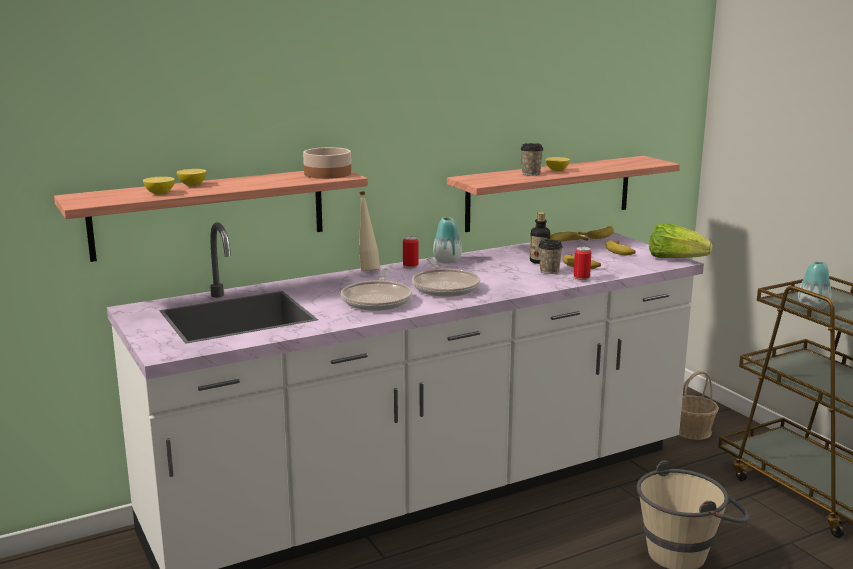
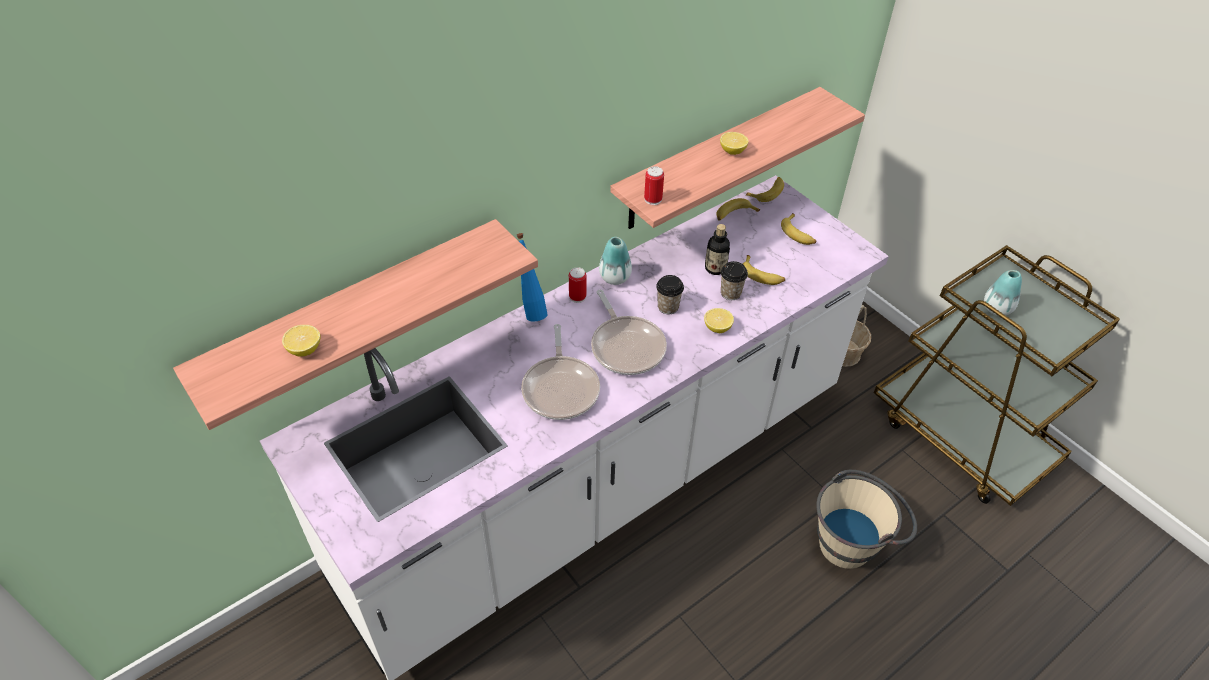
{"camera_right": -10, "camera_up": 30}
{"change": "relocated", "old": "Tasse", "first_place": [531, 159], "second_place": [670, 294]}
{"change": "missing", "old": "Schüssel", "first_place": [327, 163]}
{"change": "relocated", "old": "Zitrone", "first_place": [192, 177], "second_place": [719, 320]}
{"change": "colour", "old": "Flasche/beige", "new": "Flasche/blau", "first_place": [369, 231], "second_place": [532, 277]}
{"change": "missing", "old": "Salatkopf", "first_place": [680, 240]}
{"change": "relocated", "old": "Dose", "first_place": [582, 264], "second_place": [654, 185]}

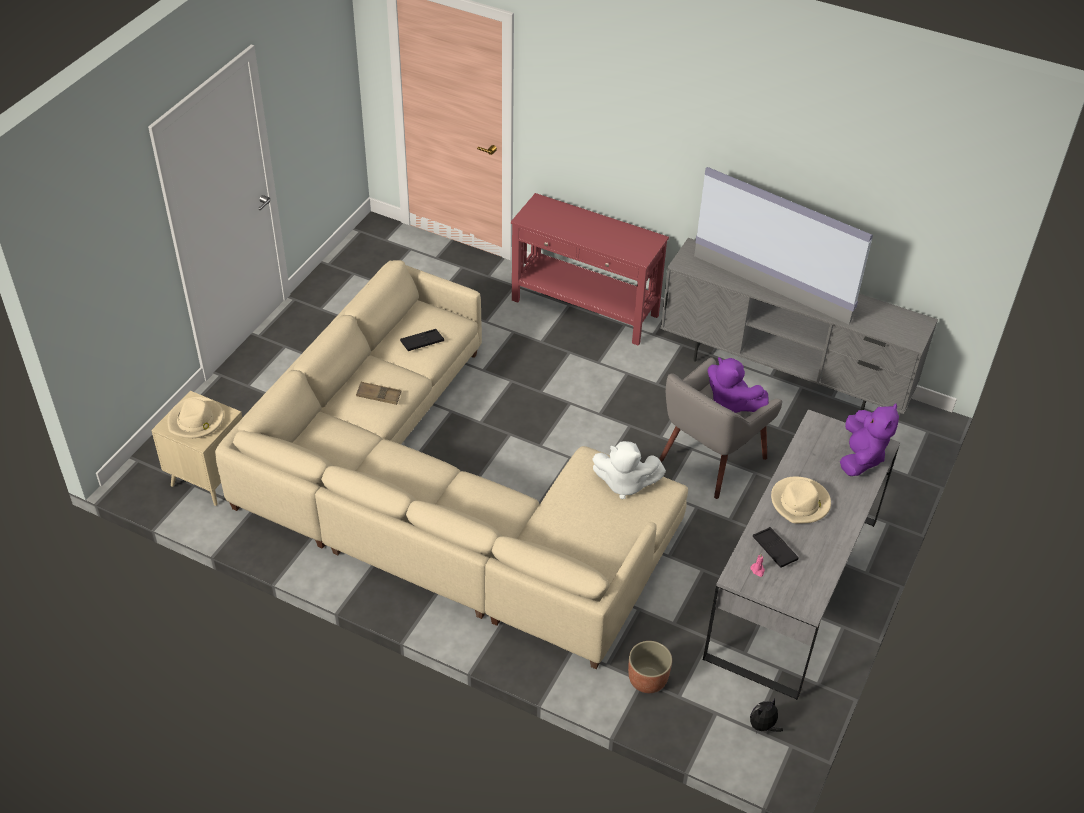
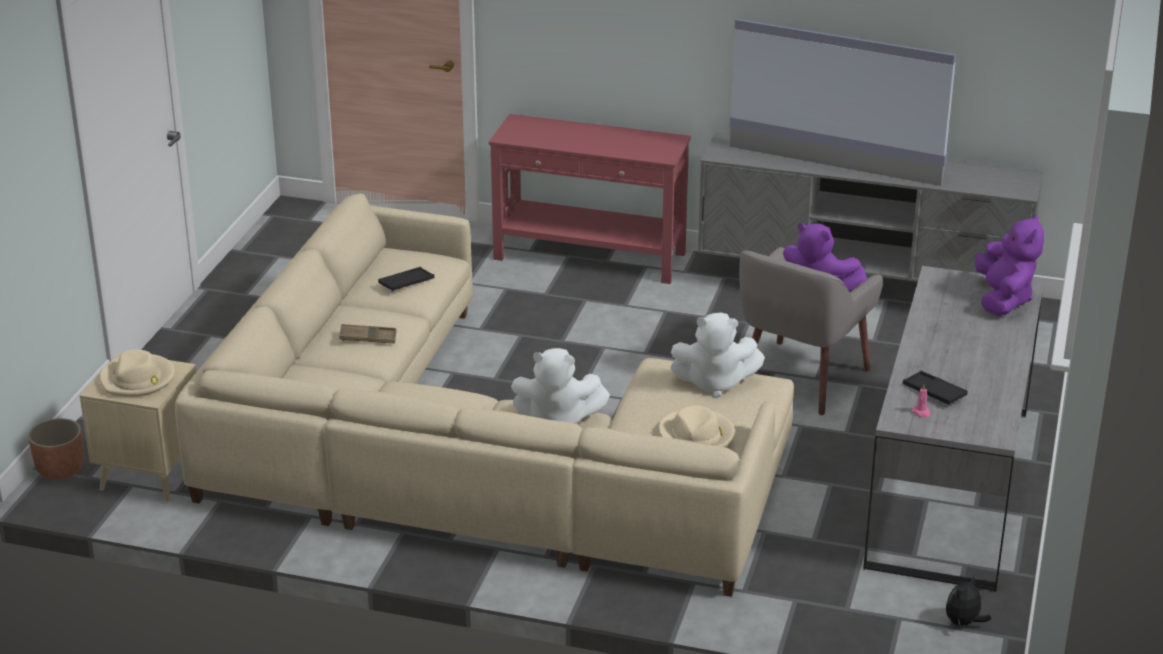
{"camera_right": -10, "camera_up": -15}
{"change": "relocated", "old": "Hut/beige", "first_place": [801, 500], "second_place": [697, 426]}
{"change": "relocated", "old": "Pflanzkübel", "first_place": [650, 667], "second_place": [56, 449]}
{"change": "appeared", "new": "Plüschtier/weiß", "second_place": [560, 386]}

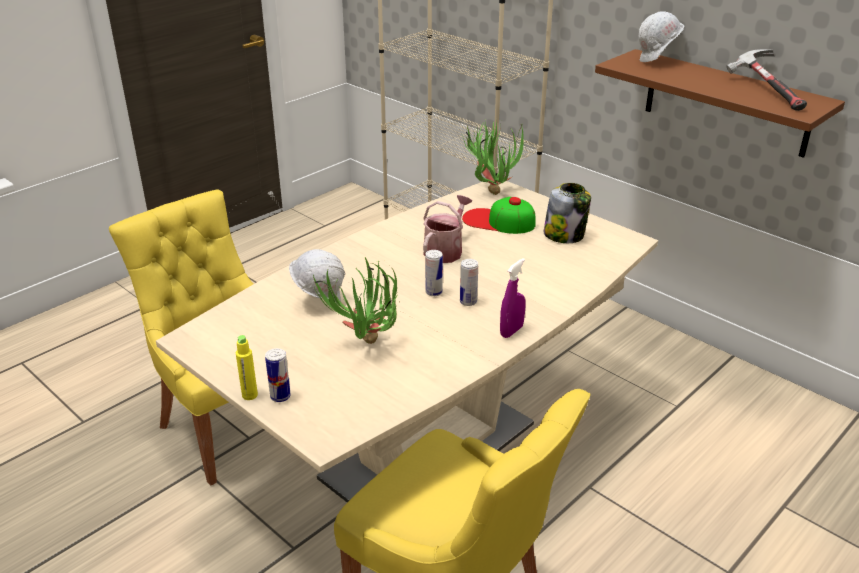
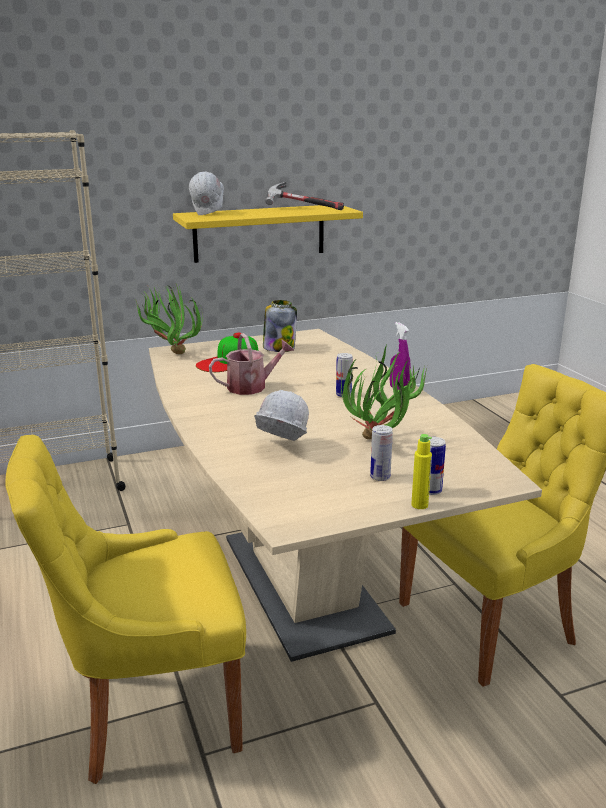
{"camera_right": -65, "camera_up": -10}
{"change": "colour", "old": "Wandregal/braun", "new": "Wandregal/gelb", "first_place": [720, 103], "second_place": [268, 234]}
{"change": "spun", "old": "Gießkanne", "first_place": [448, 229], "second_place": [251, 364], "degrees": 105}
{"change": "relocated", "old": "Dose", "first_place": [434, 273], "second_place": [381, 453]}

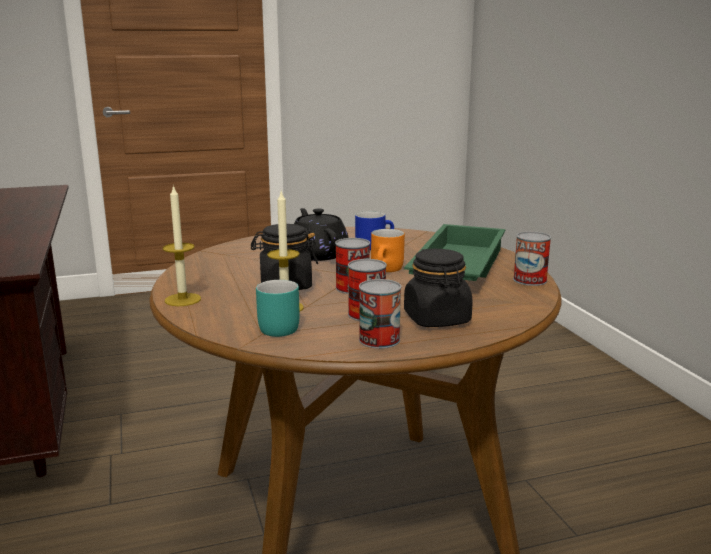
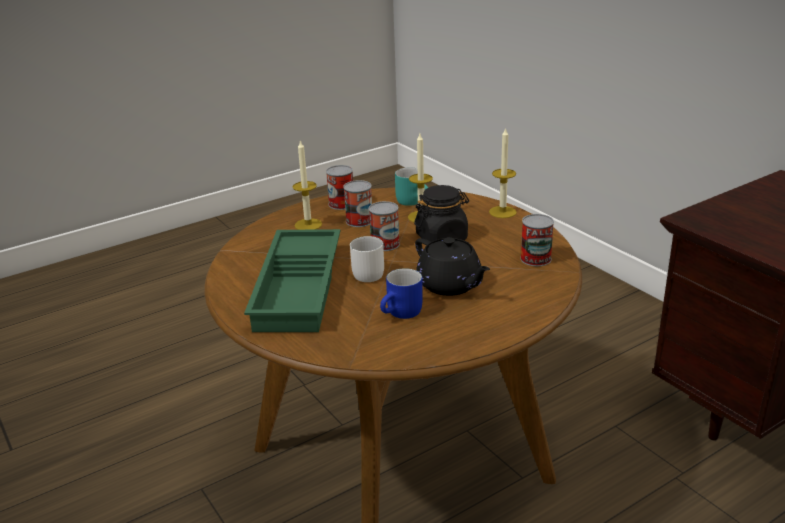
{"camera_right": 165, "camera_up": 10}
{"change": "colour", "old": "Henkelbecher/orange", "new": "Henkelbecher/weiß", "first_place": [388, 250], "second_place": [367, 259]}
{"change": "relocated", "old": "Dose", "first_place": [532, 258], "second_place": [537, 240]}
{"change": "exchanged", "old": "Vorratsglas/schwarz", "new": "Kerze", "first_place": [438, 287], "second_place": [307, 185]}

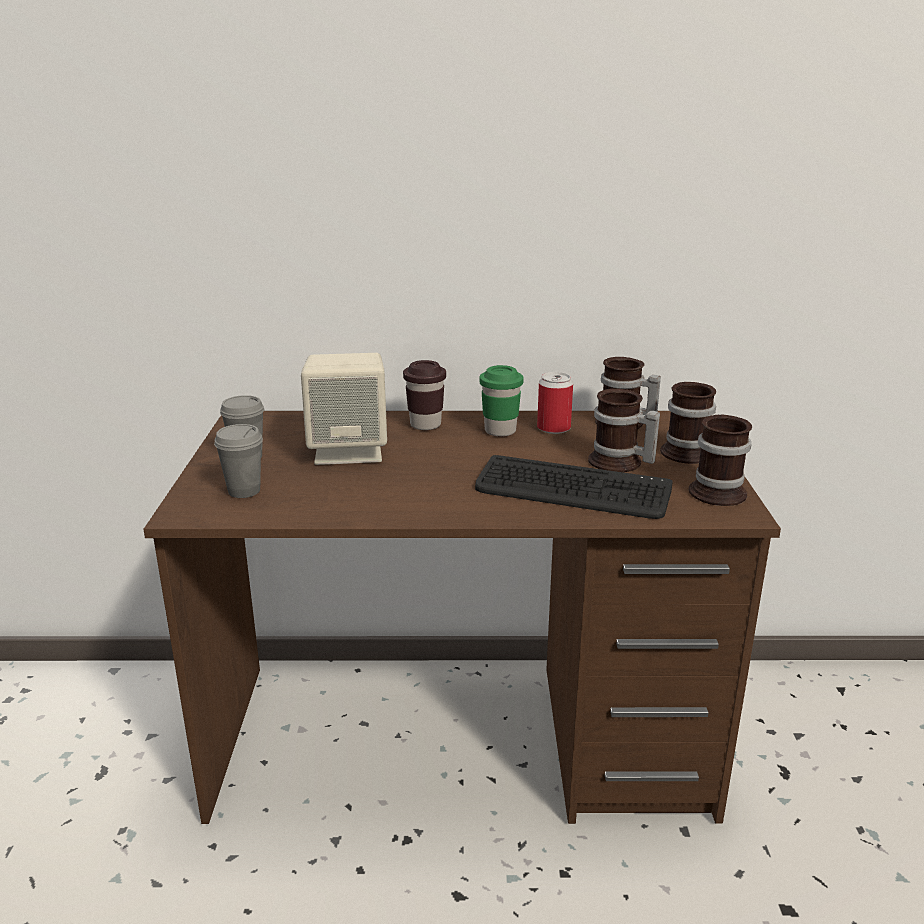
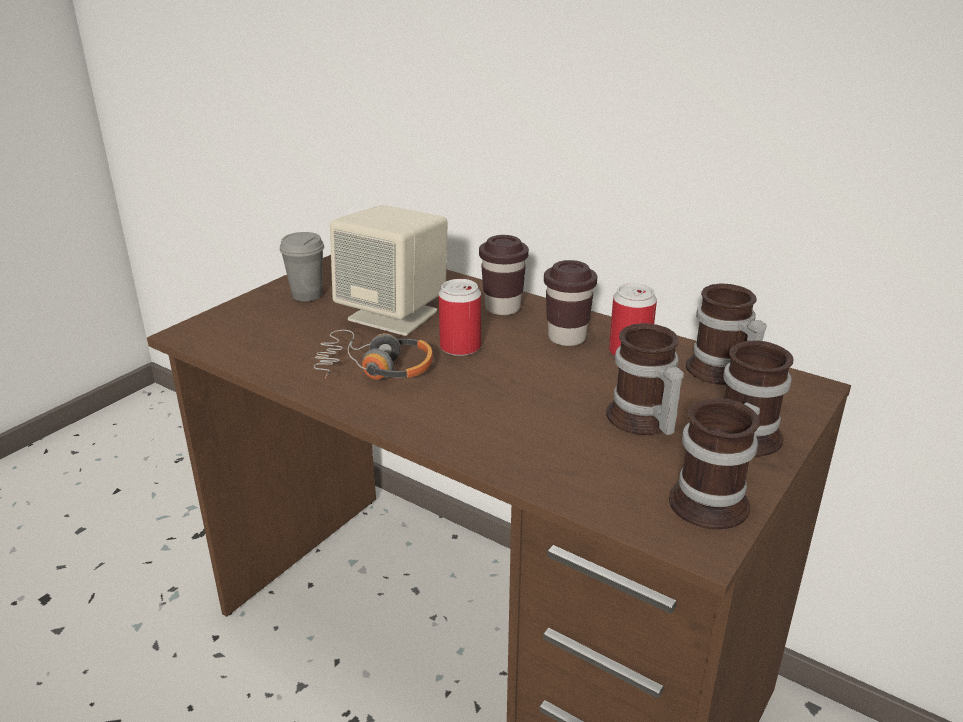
{"camera_right": 35, "camera_up": 5}
{"change": "colour", "old": "Tasse/grün", "new": "Tasse/braun", "first_place": [501, 401], "second_place": [570, 303]}
{"change": "missing", "old": "Tasse/grau", "first_place": [238, 461]}
{"change": "missing", "old": "Tastatur", "first_place": [574, 487]}
{"change": "appeared", "new": "Dose", "second_place": [459, 317]}
{"change": "appeared", "new": "Kopfhörer", "second_place": [373, 355]}

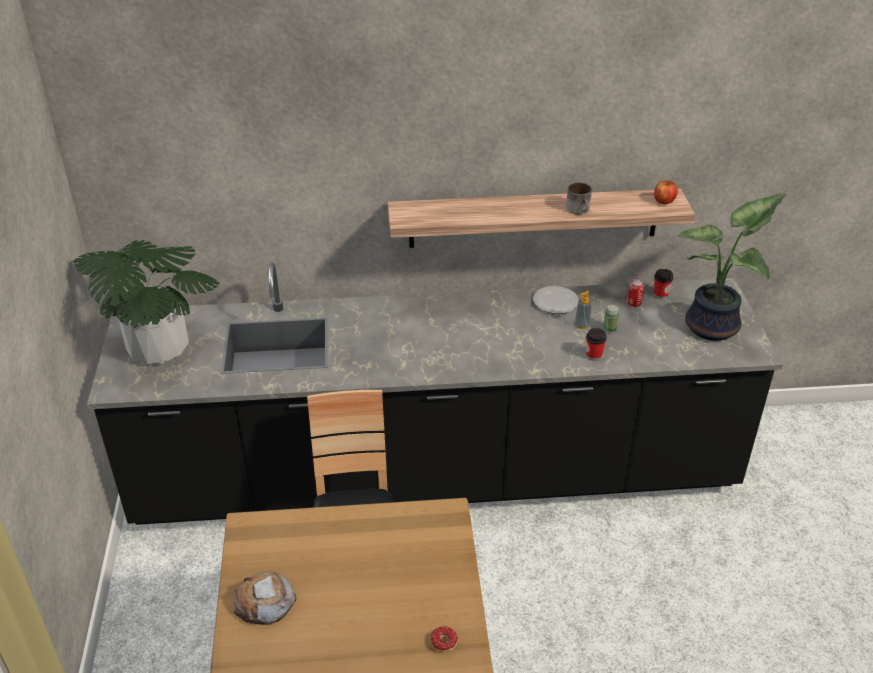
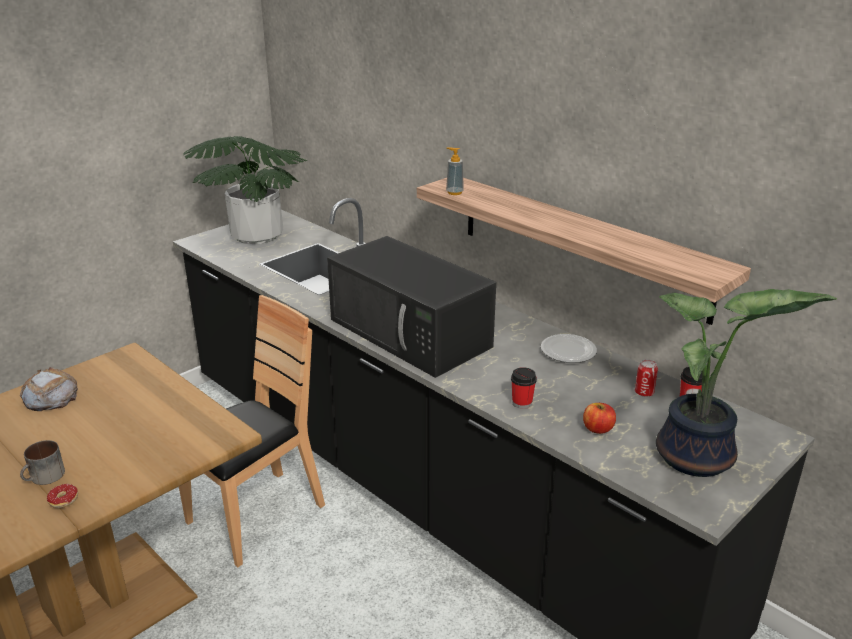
{"camera_right": 50, "camera_up": -10}
{"change": "relocated", "old": "Apfel", "first_place": [666, 192], "second_place": [599, 418]}
{"change": "relocated", "old": "Henkelbecher", "first_place": [579, 198], "second_place": [42, 462]}
{"change": "relocated", "old": "Seifenspender", "first_place": [583, 310], "second_place": [455, 171]}
{"change": "missing", "old": "Dose", "first_place": [611, 318]}
{"change": "appeared", "new": "Mikrowelle/schwarz", "second_place": [411, 307]}

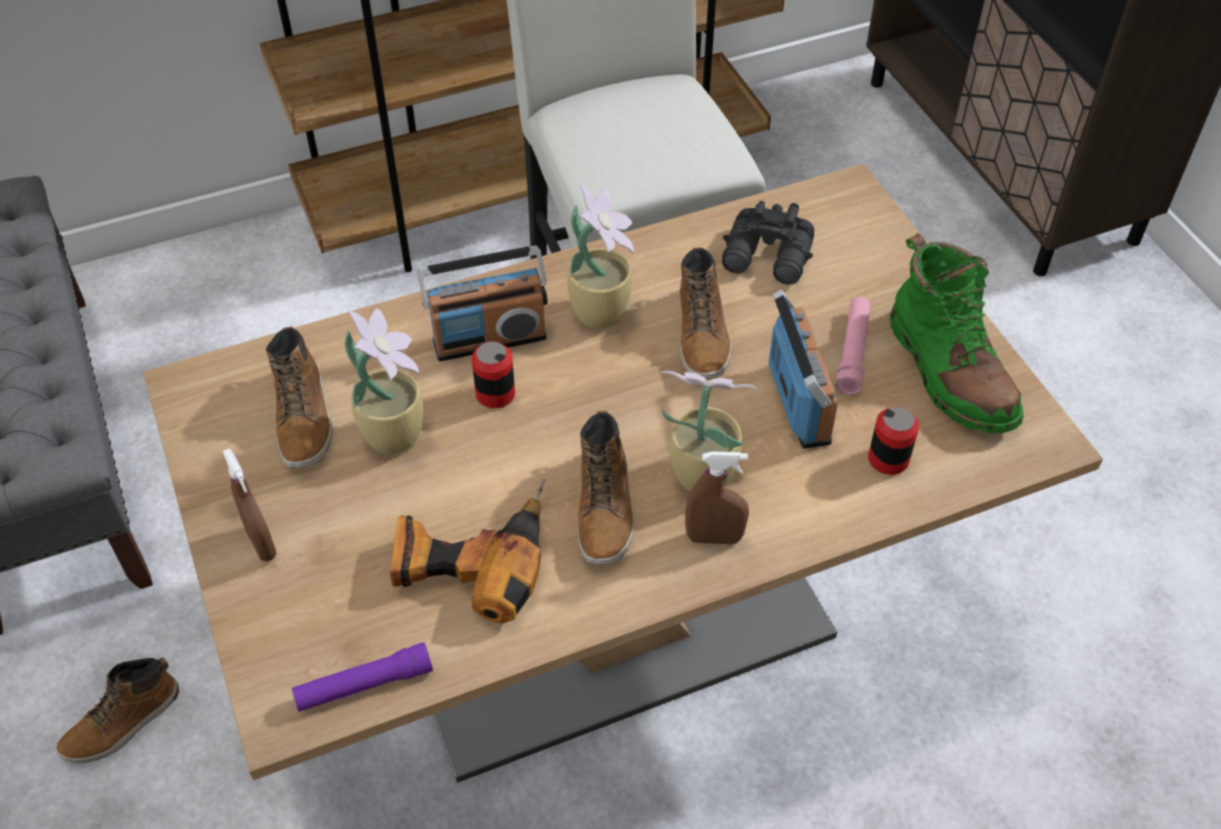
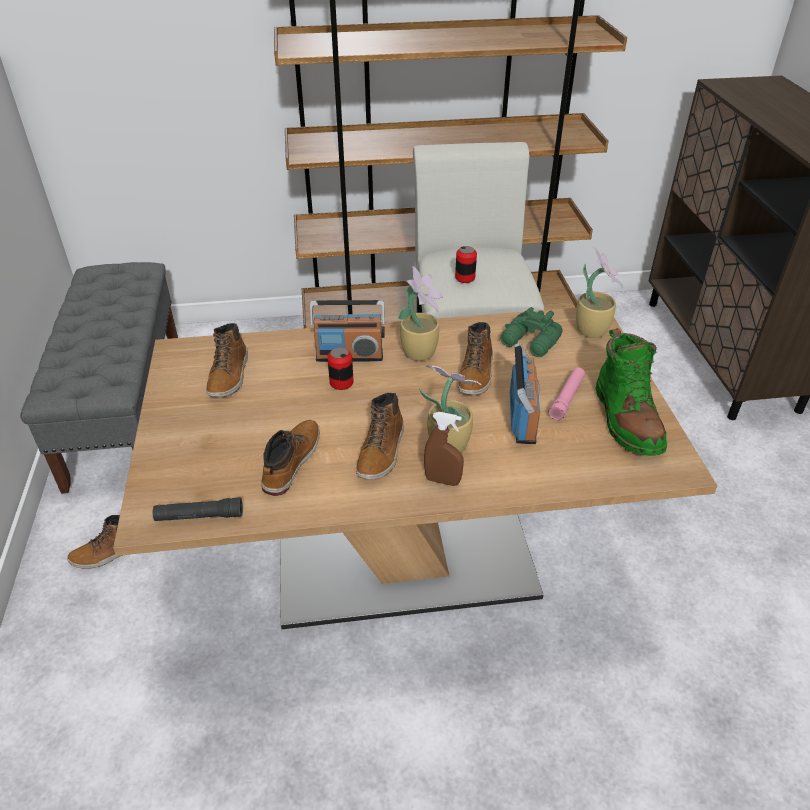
{"camera_right": 15, "camera_up": -10}
{"change": "colour", "old": "Fernglas/schwarz", "new": "Fernglas/grün", "first_place": [768, 243], "second_place": [531, 332]}
{"change": "relocated", "old": "Topfpflanze", "first_place": [383, 381], "second_place": [599, 292]}
{"change": "relocated", "old": "Dose", "first_place": [893, 441], "second_place": [466, 264]}
{"change": "missing", "old": "Sprühflasche/braun", "first_place": [250, 504]}
{"change": "exchanged", "old": "Bohrmaschine", "new": "Stiefel", "first_place": [468, 551], "second_place": [290, 458]}
{"change": "colour", "old": "Taschenlampe/lila", "new": "Taschenlampe/schwarz", "first_place": [362, 677], "second_place": [198, 509]}

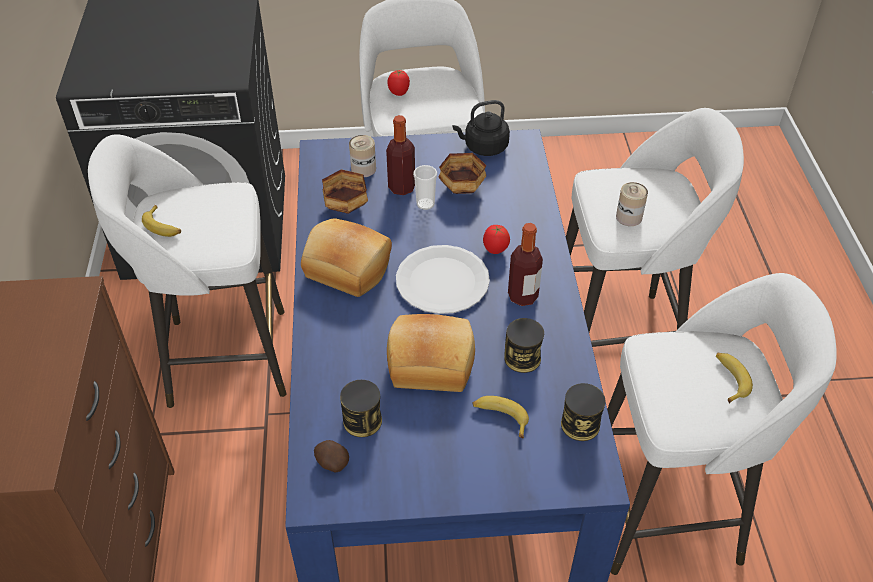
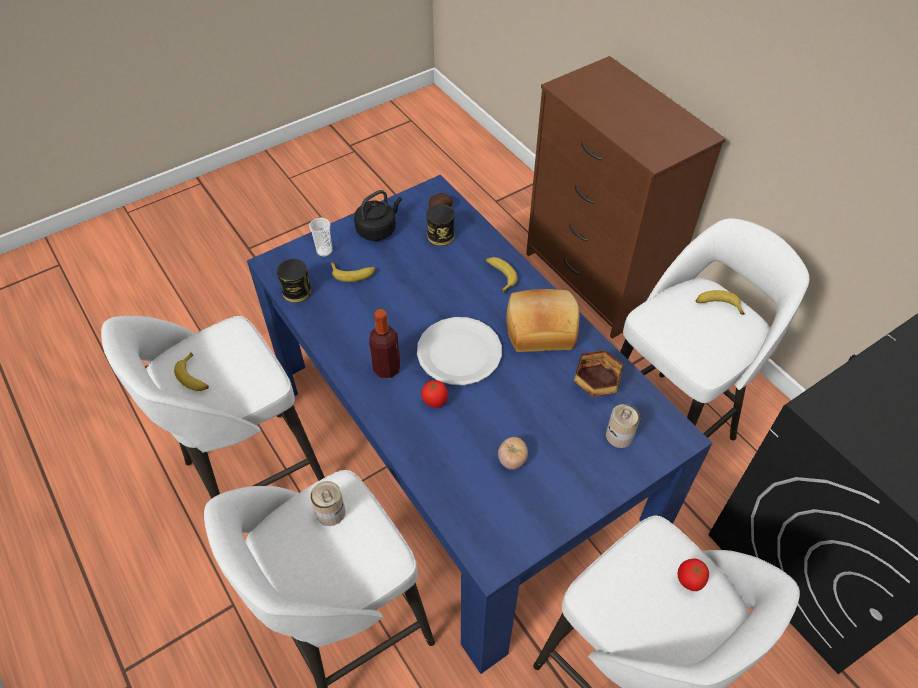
{"camera_right": 150, "camera_up": 5}
{"change": "relocated", "old": "Wasserkessel/schwarz", "first_place": [481, 128], "second_place": [378, 215]}
{"change": "missing", "old": "Flasche", "first_place": [400, 155]}
{"change": "exchanged", "old": "Schüssel", "new": "Tomate", "first_place": [462, 173], "second_place": [513, 453]}
{"change": "relocated", "old": "Tasse", "first_place": [425, 187], "second_place": [321, 237]}
{"change": "missing", "old": "Brot", "first_place": [431, 353]}
{"change": "missing", "old": "Dose", "first_place": [524, 345]}
{"change": "appeared", "new": "Banane", "second_place": [502, 275]}

